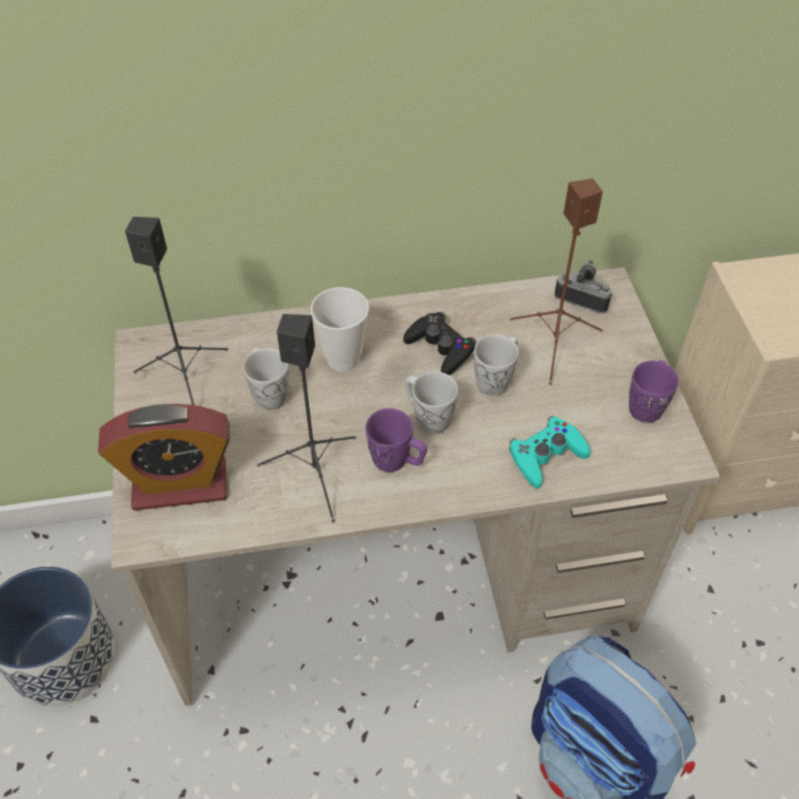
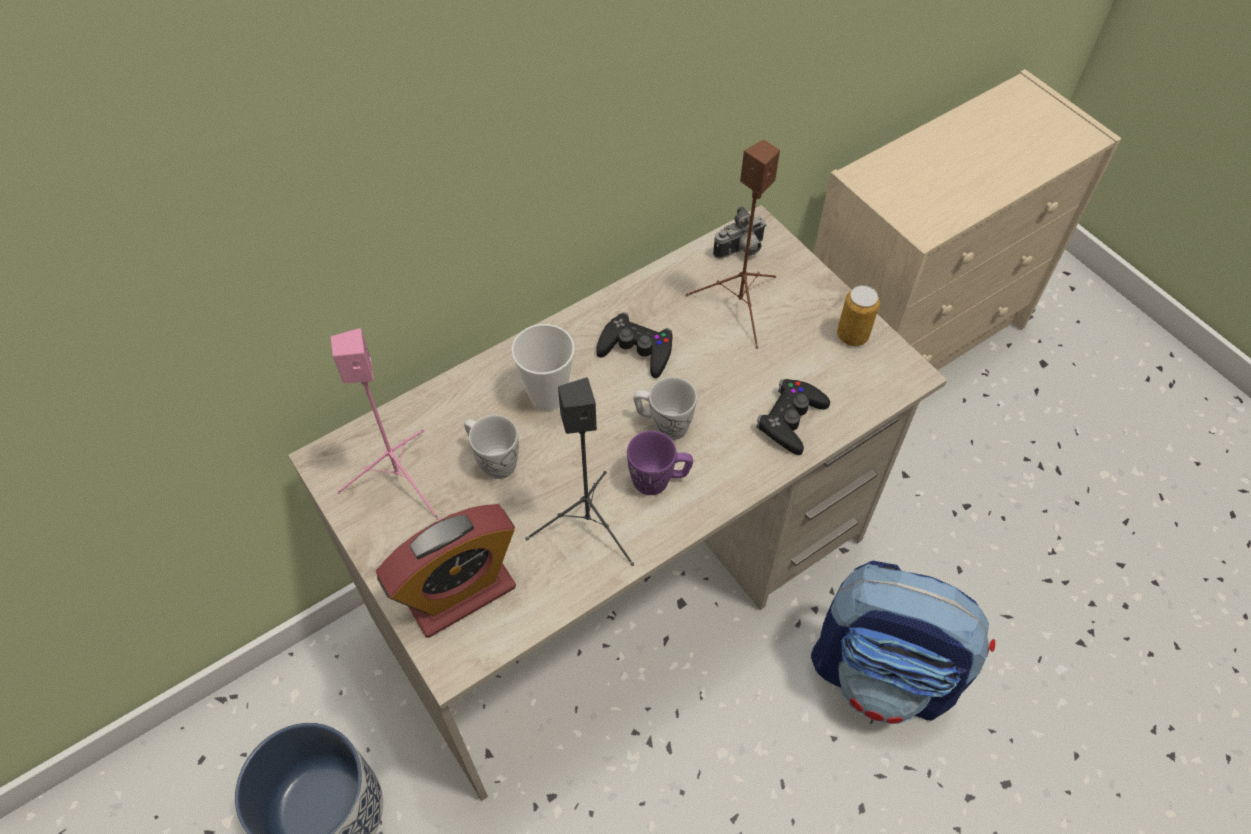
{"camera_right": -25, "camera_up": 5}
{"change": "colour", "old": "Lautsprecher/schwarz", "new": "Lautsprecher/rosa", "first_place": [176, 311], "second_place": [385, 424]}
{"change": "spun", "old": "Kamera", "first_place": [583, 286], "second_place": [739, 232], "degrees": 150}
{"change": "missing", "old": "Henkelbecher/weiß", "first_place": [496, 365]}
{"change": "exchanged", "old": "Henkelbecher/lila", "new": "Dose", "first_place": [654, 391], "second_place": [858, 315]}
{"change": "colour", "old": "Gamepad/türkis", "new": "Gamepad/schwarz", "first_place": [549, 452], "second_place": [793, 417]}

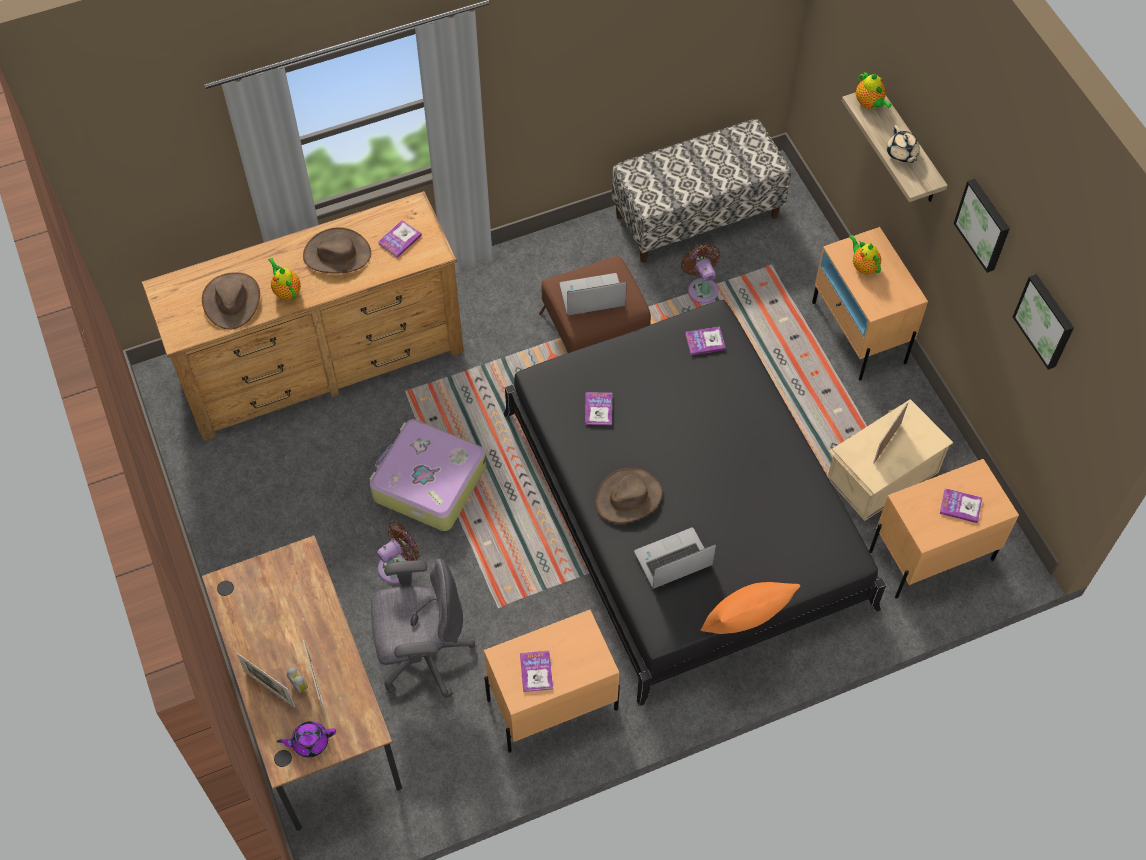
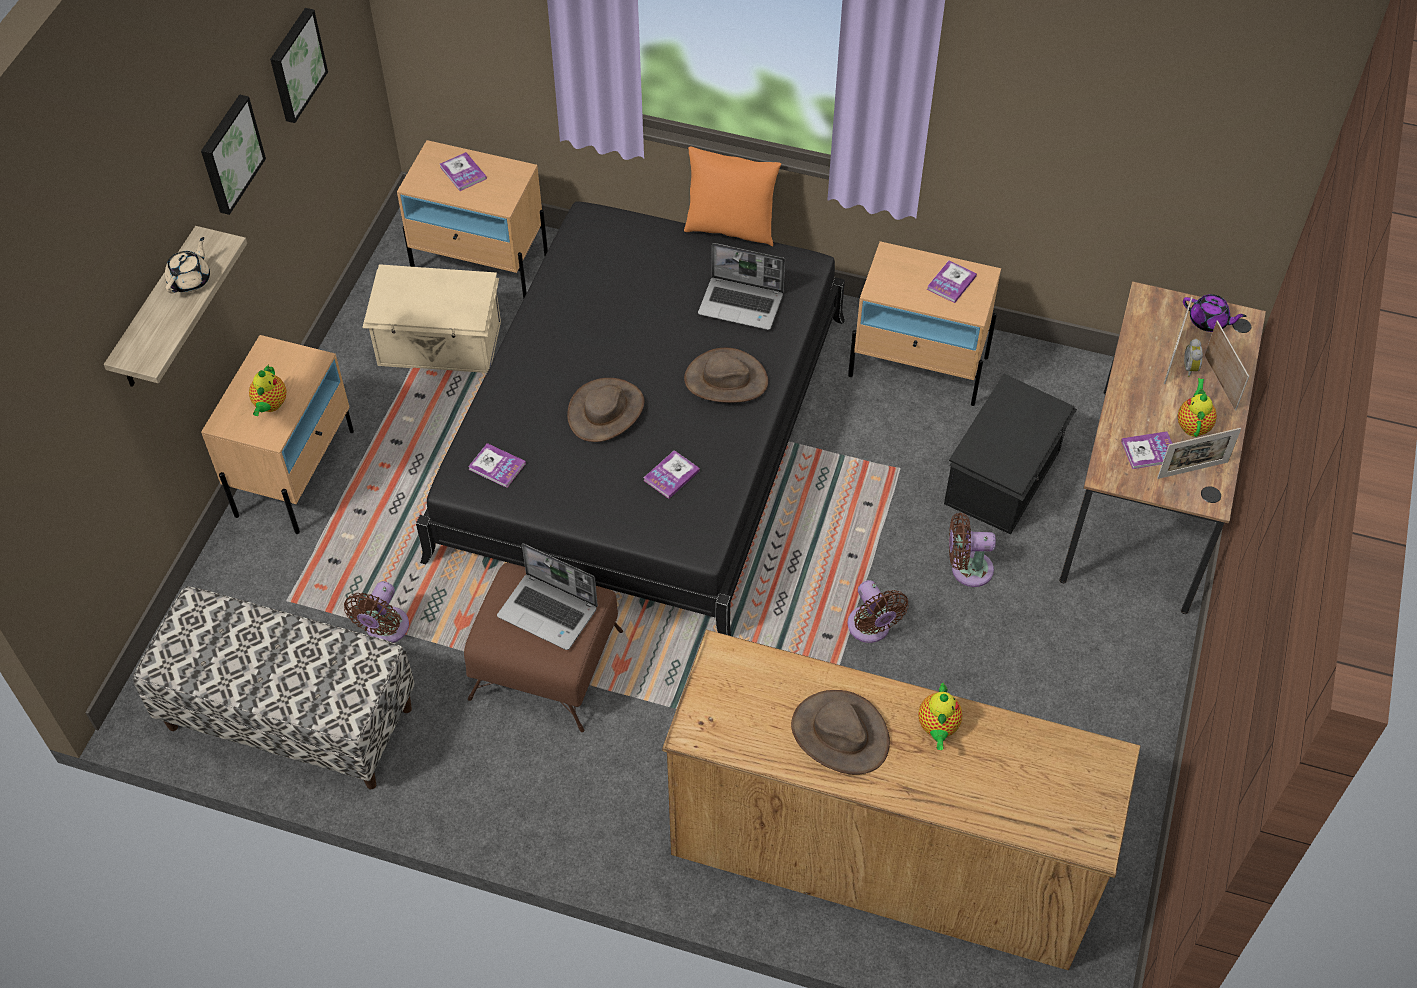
{"camera_right": -140, "camera_up": -5}
{"change": "relocated", "old": "Teekanne", "first_place": [874, 90], "second_place": [1197, 407]}
{"change": "relocated", "old": "Buch", "first_place": [400, 239], "second_place": [1147, 450]}
{"change": "relocated", "old": "Hut/braun", "first_place": [231, 301], "second_place": [605, 410]}
{"change": "relocated", "old": "Bilderrahmen", "first_place": [891, 433], "second_place": [1199, 453]}
{"change": "exchanged", "old": "Koffer", "new": "Ventilator/braun", "first_place": [428, 475], "second_place": [878, 611]}
{"change": "exchanged", "old": "Bürostuhl/grau", "new": "Aufbewahrungsbox/schwarz", "first_place": [423, 628], "second_place": [1010, 454]}

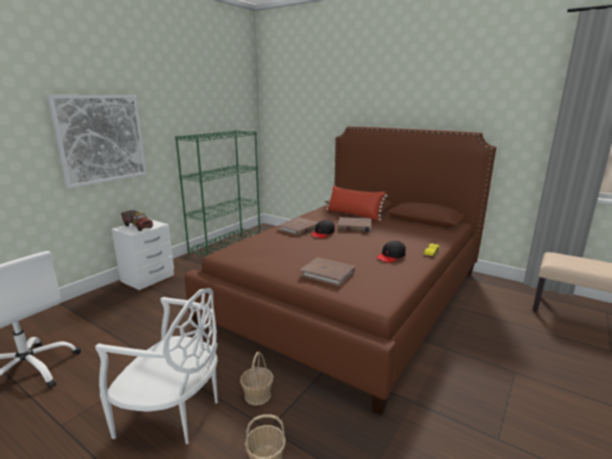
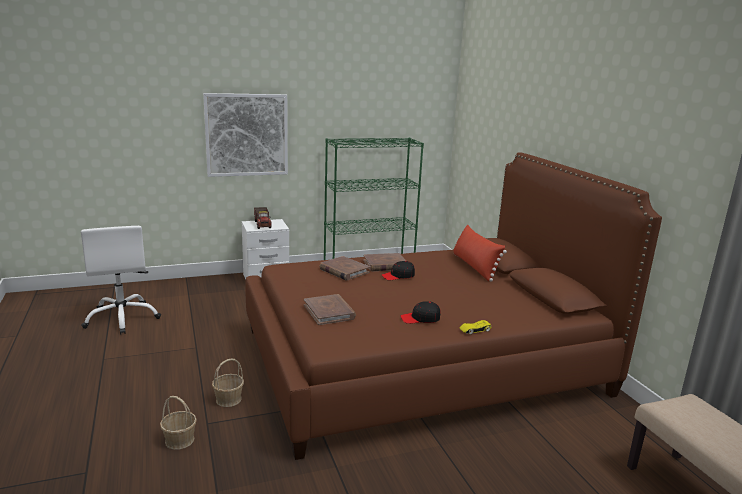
{"camera_right": 35, "camera_up": 0}
{"change": "relocated", "old": "Buch/braun", "first_place": [354, 224], "second_place": [344, 268]}
{"change": "missing", "old": "Stuhl/weiß", "first_place": [156, 366]}

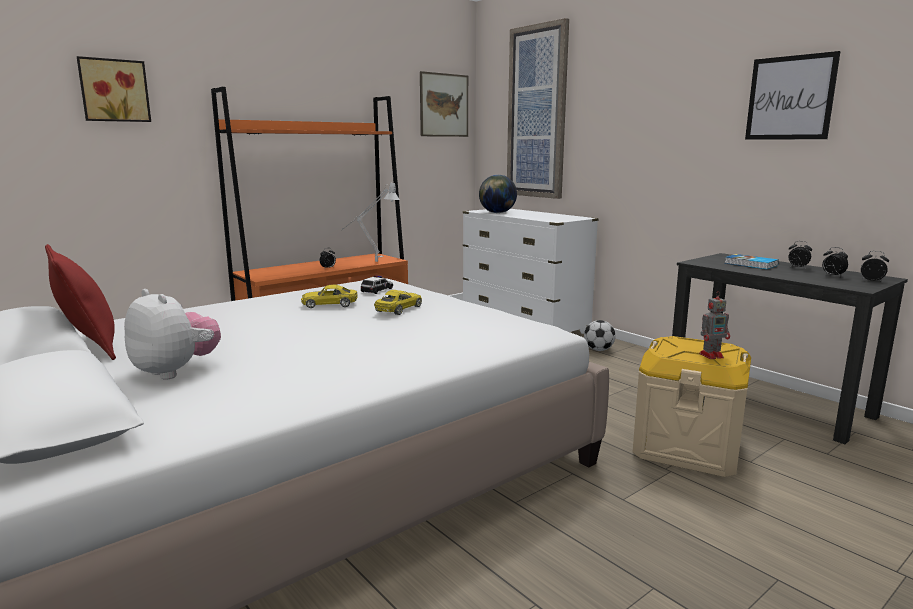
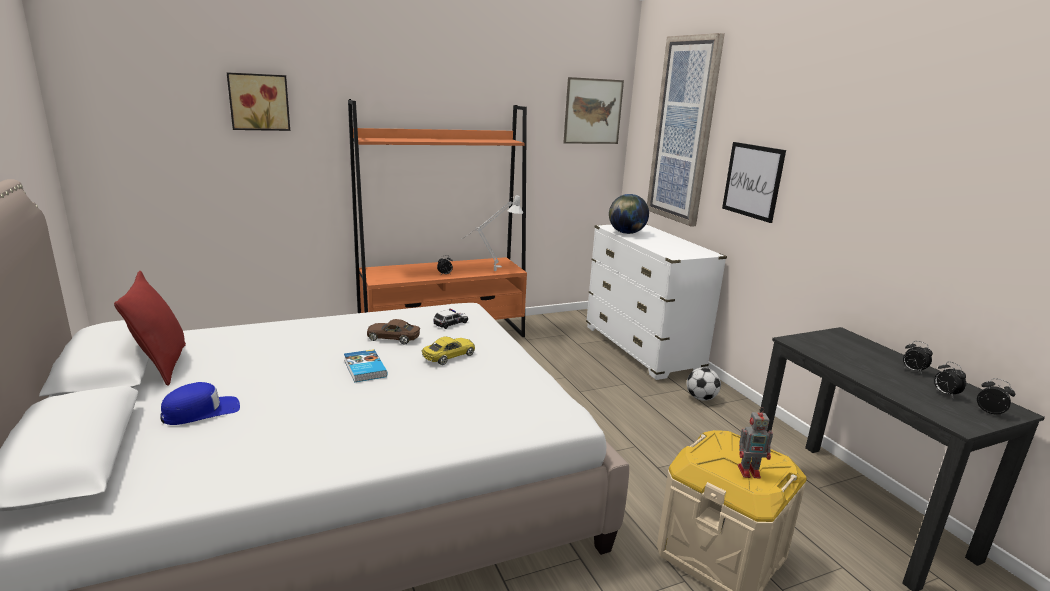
{"camera_right": 15, "camera_up": 5}
{"change": "relocated", "old": "Bild", "first_place": [793, 95], "second_place": [754, 182]}
{"change": "relocated", "old": "Buch", "first_place": [752, 261], "second_place": [365, 365]}
{"change": "colour", "old": "Spielzeugauto/gelb", "new": "Spielzeugauto/braun", "first_place": [329, 296], "second_place": [393, 332]}
{"change": "exchanged", "old": "Plüschtier", "new": "Kappe/blau", "first_place": [172, 334], "second_place": [200, 403]}

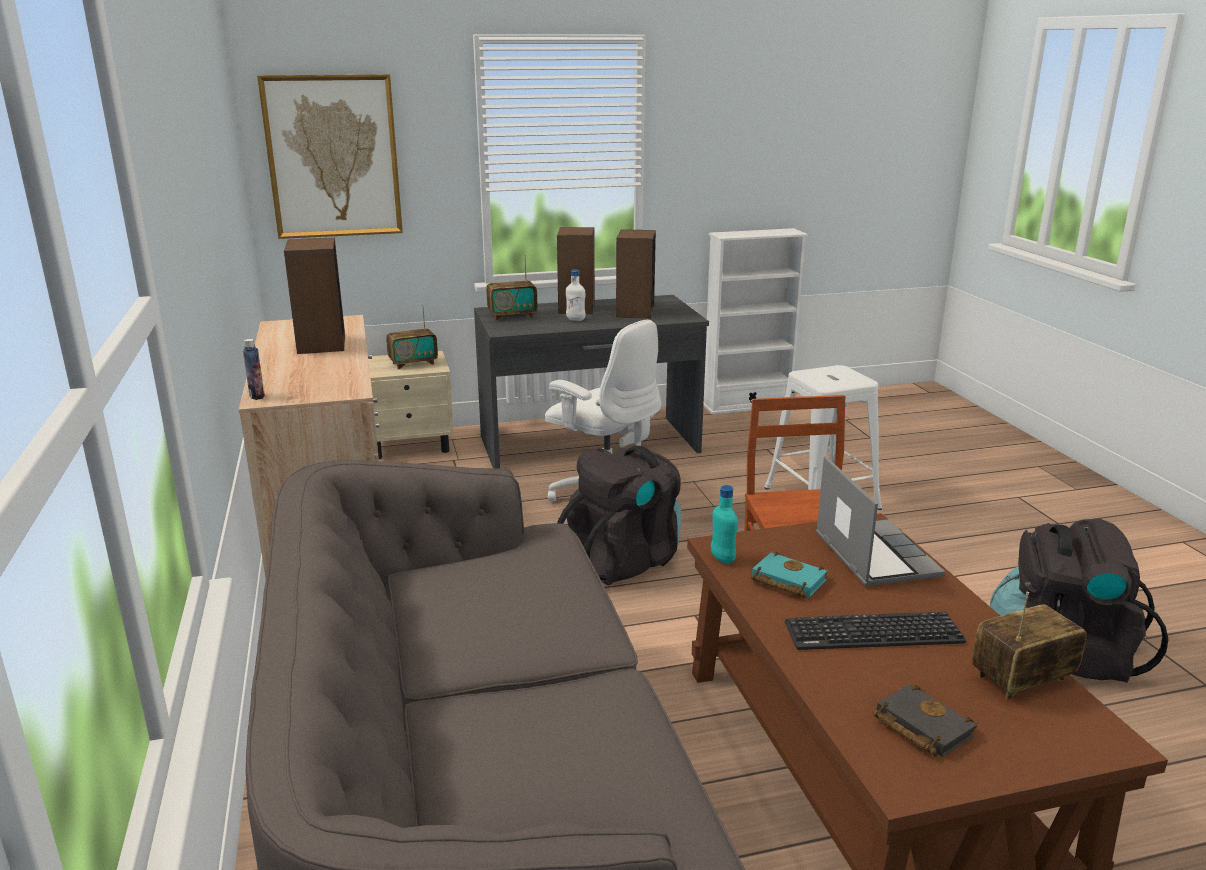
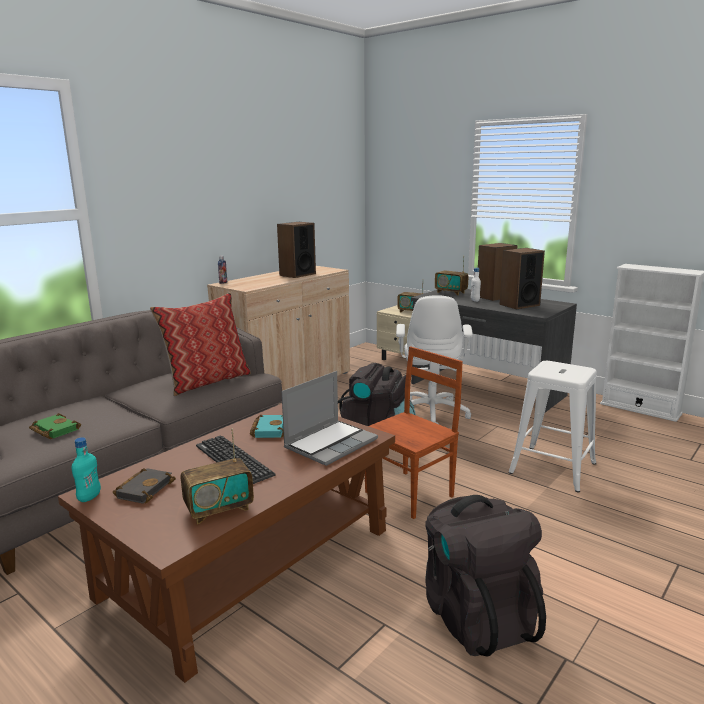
{"camera_right": 55, "camera_up": -5}
{"change": "missing", "old": "Bild", "first_place": [330, 156]}
{"change": "relocated", "old": "Flasche/türkis", "first_place": [724, 524], "second_place": [86, 469]}
{"change": "spun", "old": "Radio", "first_place": [1029, 645], "second_place": [217, 476], "degrees": 120}
{"change": "appeared", "new": "Kissen", "second_place": [200, 344]}
{"change": "appeared", "new": "Buch/grün", "second_place": [55, 426]}

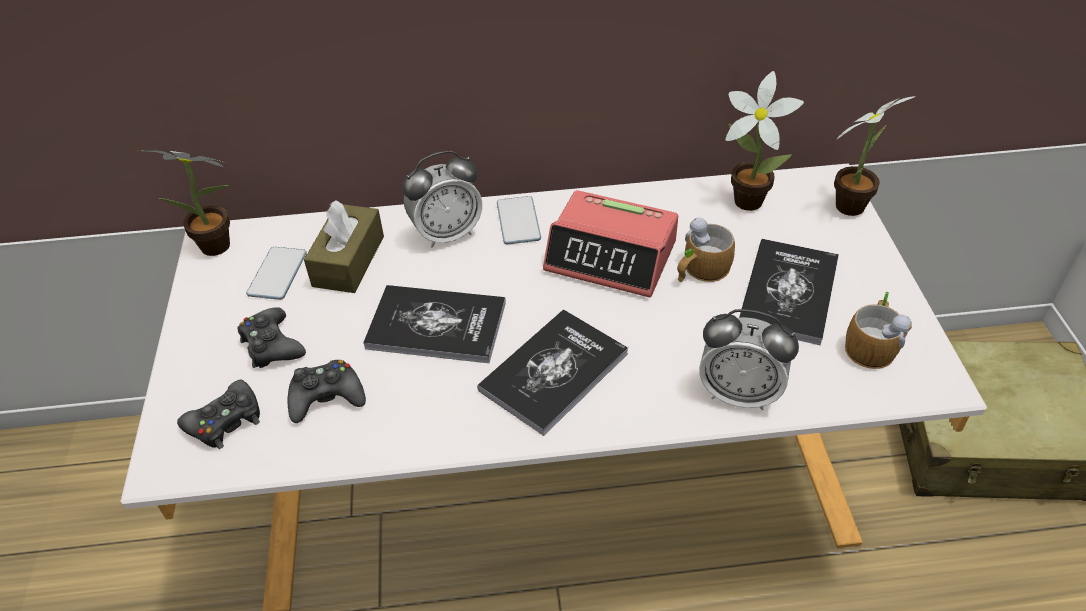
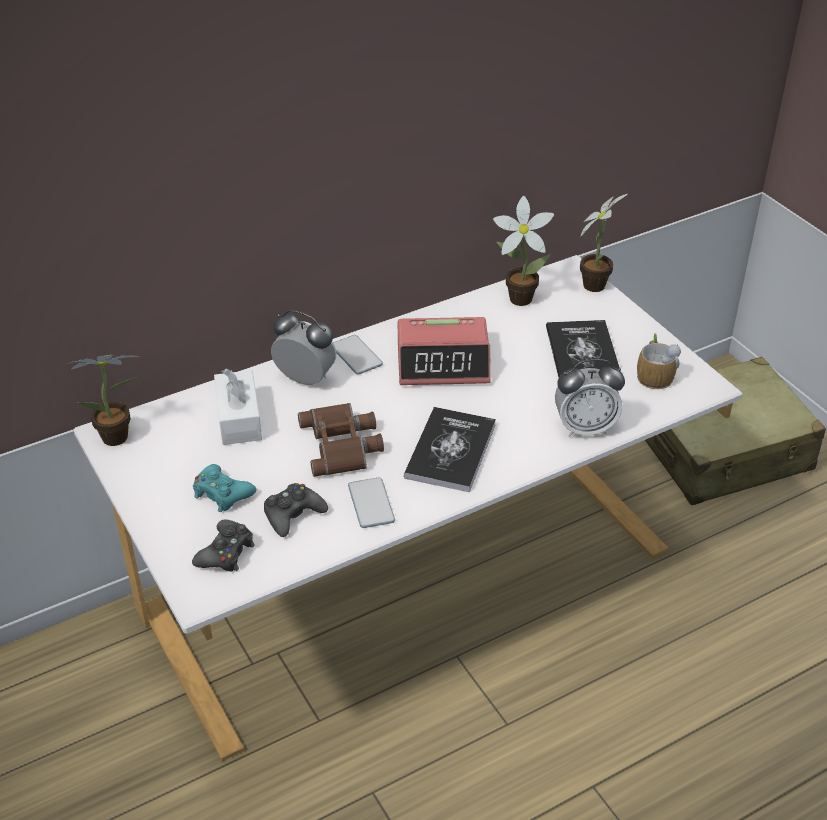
{"camera_right": -25, "camera_up": -5}
{"change": "spun", "old": "Wecker", "first_place": [442, 199], "second_place": [304, 347], "degrees": -105}
{"change": "colour", "old": "Taschentuchbox/braun", "new": "Taschentuchbox/weiß", "first_place": [344, 246], "second_place": [238, 407]}
{"change": "missing", "old": "Henkelbecher", "first_place": [706, 249]}
{"change": "relocated", "old": "Handy", "first_place": [276, 273], "second_place": [371, 502]}
{"change": "exchanged", "old": "Buch", "new": "Fernglas/braun", "first_place": [434, 324], "second_place": [341, 440]}
{"change": "colour", "old": "Gamepad/schwarz", "new": "Gamepad/türkis", "first_place": [271, 337], "second_place": [224, 488]}

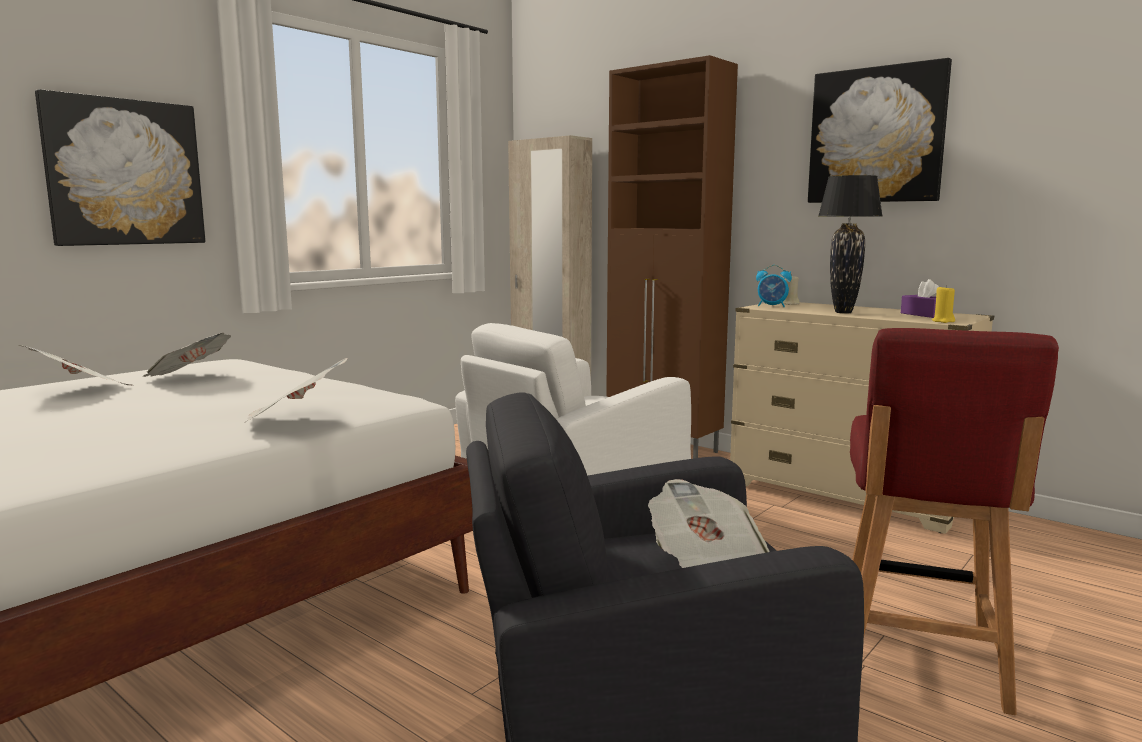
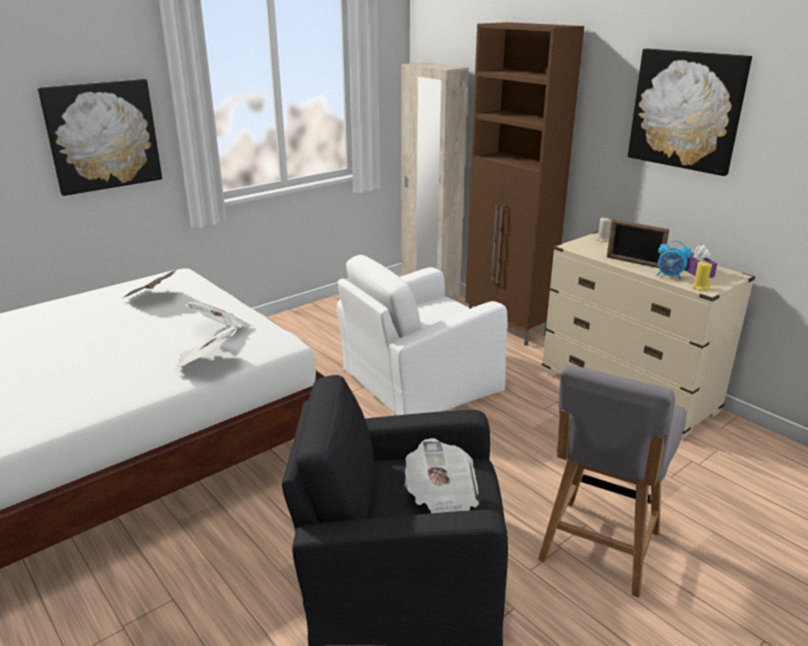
{"camera_right": 10, "camera_up": 15}
{"change": "exchanged", "old": "Tischlampe/schwarz", "new": "Bilderrahmen", "first_place": [850, 244], "second_place": [638, 243]}
{"change": "relocated", "old": "Wecker", "first_place": [774, 286], "second_place": [673, 260]}
{"change": "colour", "old": "Stuhl/rot", "new": "Stuhl/grau", "first_place": [954, 521], "second_place": [612, 481]}
{"change": "relocated", "old": "Zeitung", "first_place": [74, 365], "second_place": [219, 315]}

